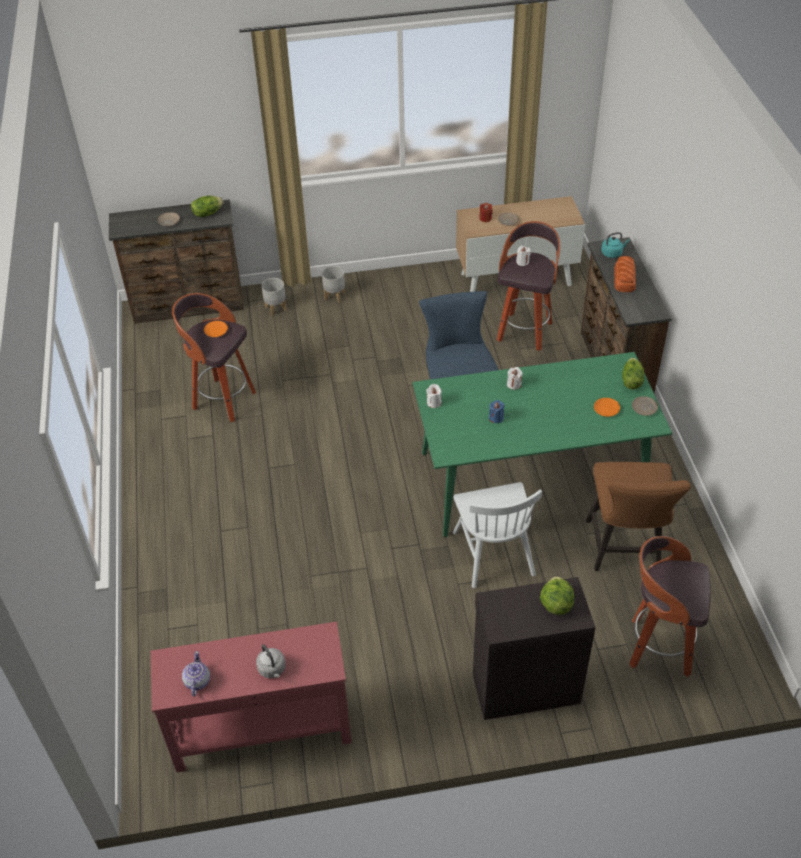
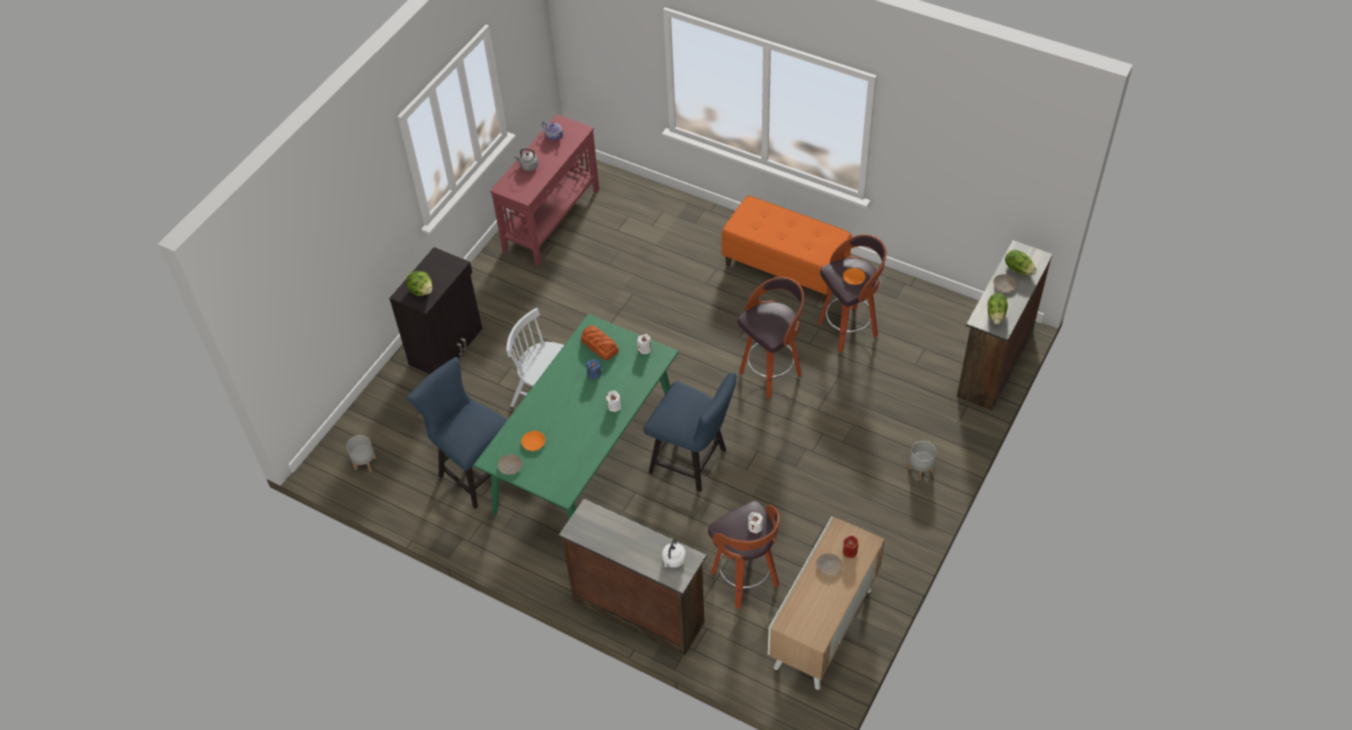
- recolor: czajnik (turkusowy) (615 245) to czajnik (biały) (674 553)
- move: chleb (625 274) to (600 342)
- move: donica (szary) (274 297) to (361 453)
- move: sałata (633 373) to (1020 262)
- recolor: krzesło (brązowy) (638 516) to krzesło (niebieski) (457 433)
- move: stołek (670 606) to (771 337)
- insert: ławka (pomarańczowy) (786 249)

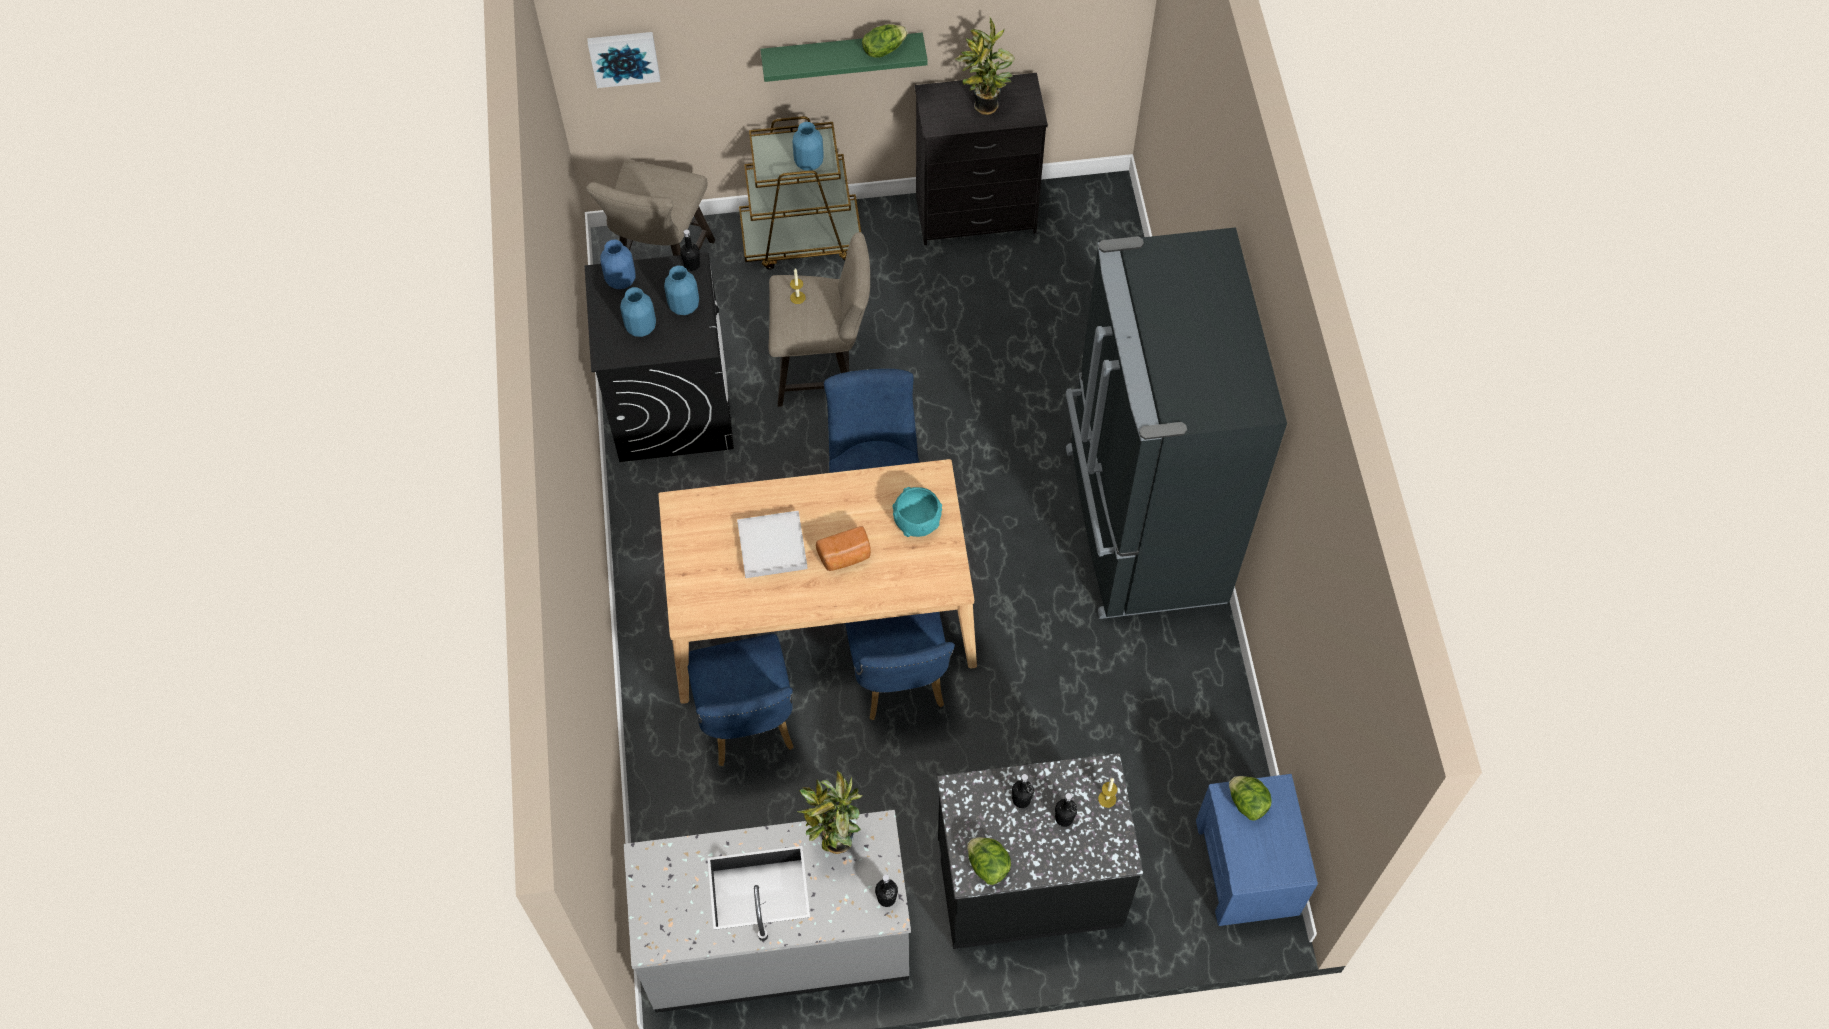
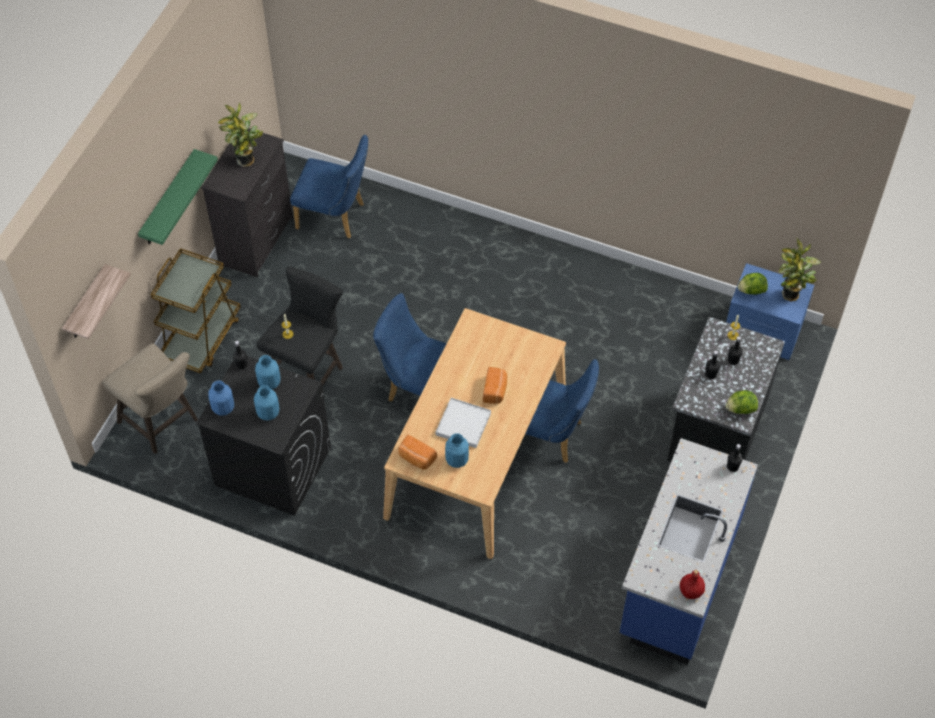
- delete: sałata (885 41)
- replace: obraz (623 60) to półka (96 301)
- move: wazon (niebieski) (808 146) to (457 450)
- delete: lodówka (czarny) (1176 423)
- recolor: stołek (beżowy) (819 319) to stołek (czarny) (300 326)
- delete: miska (turkusowy) (917 512)
- move: krzesło (niebieski) (740 700) to (329 186)
- move: roślina doniczkowa (830 812) to (799 270)
- recolor: zabudowa kuchenna (szary) (767 911) to zabudowa kuchenna (niebieski) (689 551)
- insert: chleb (418 452)
- insert: butelka (czerwony) (692 584)

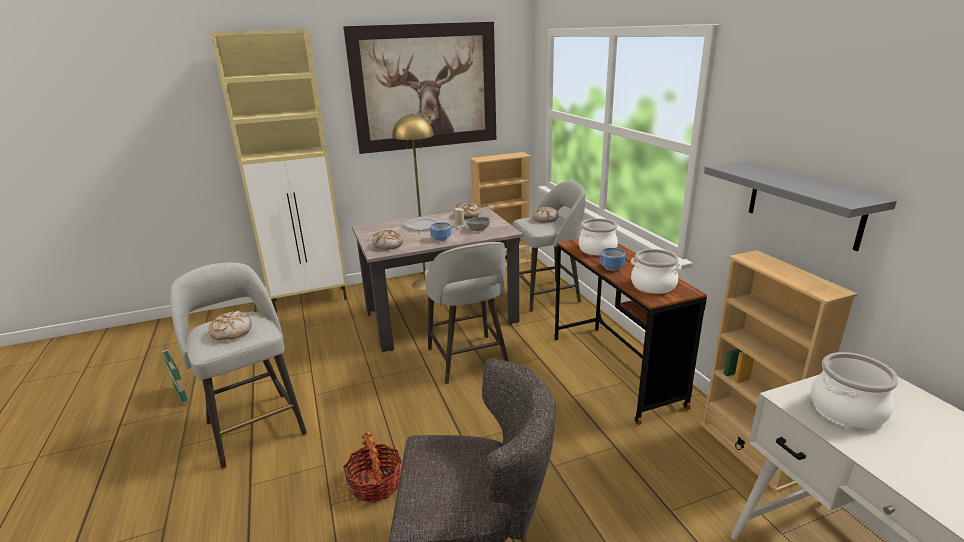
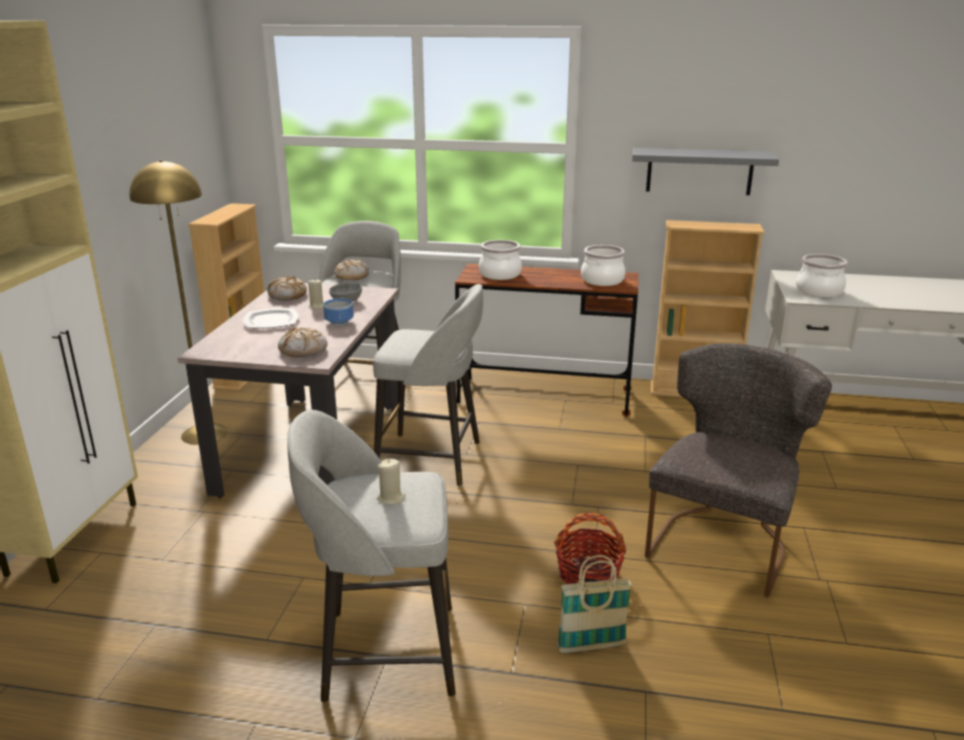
- delete: obraz (419 88)
- delete: miska (612 259)
- replace: chleb (230 325) to świeca (beżowy) (391 482)
- move: koszyk (174 372) to (594 604)

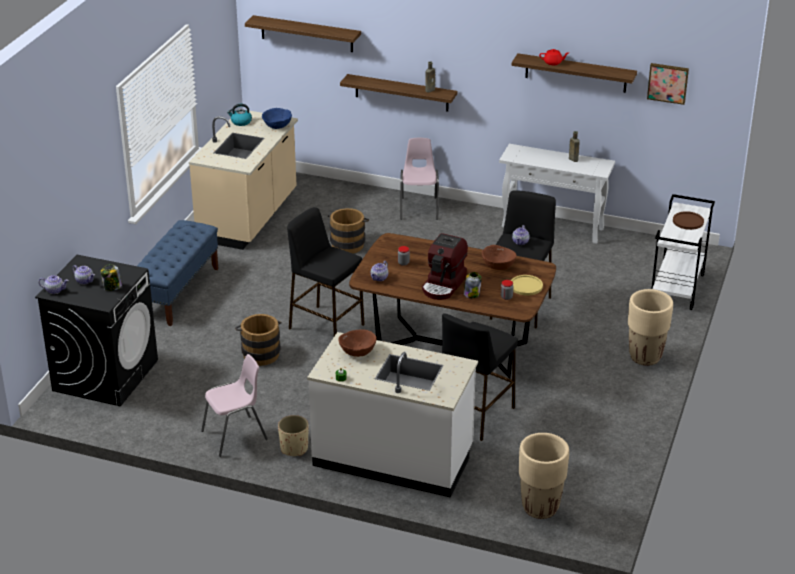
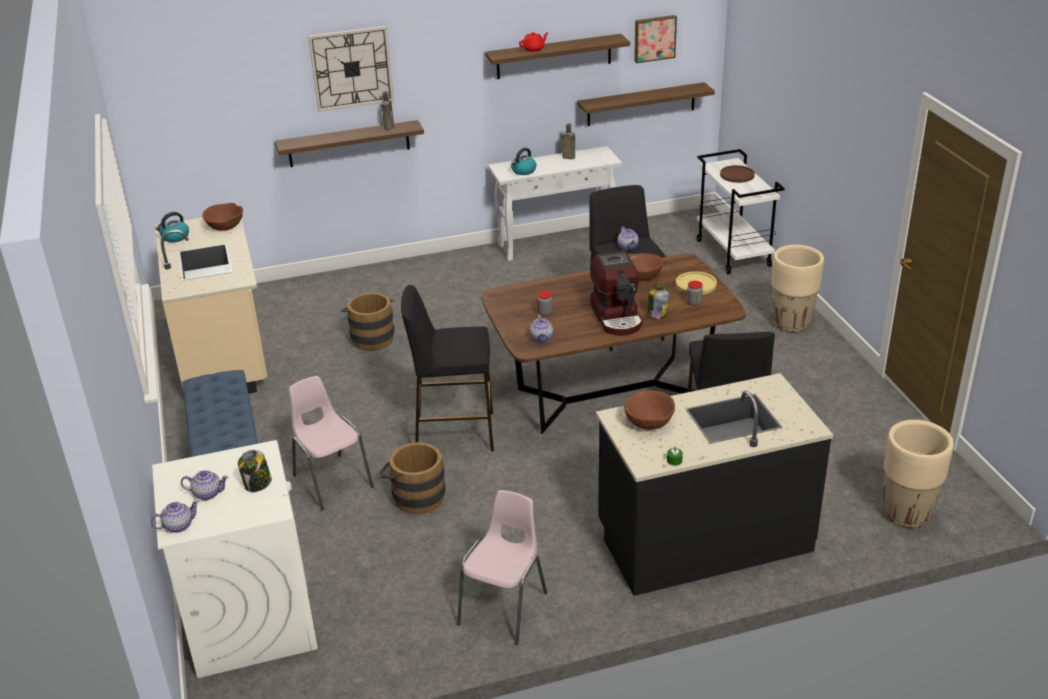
- move: półka (303 33) to (646 104)
- recolor: miska (niebieski) (277 118) to miska (brązowy) (222 217)
- move: krzesło (różowy) (419 179) to (331 443)
- recolor: pralka (czarny) (96 330) to pralka (biały) (234 559)
- recolor: zabudowa kuchenna (biały) (392 415) to zabudowa kuchenna (czarny) (714 484)
- delete: donica (beżowy) (293 435)
- insert: zegar ścienny (351 69)
- insert: czajnik (523 161)

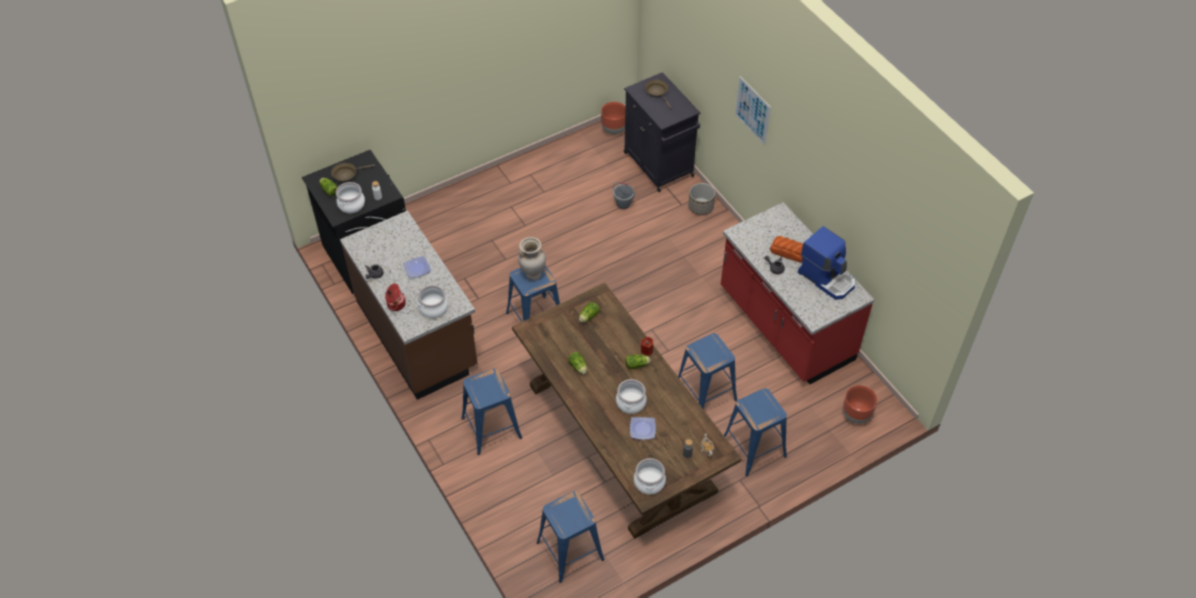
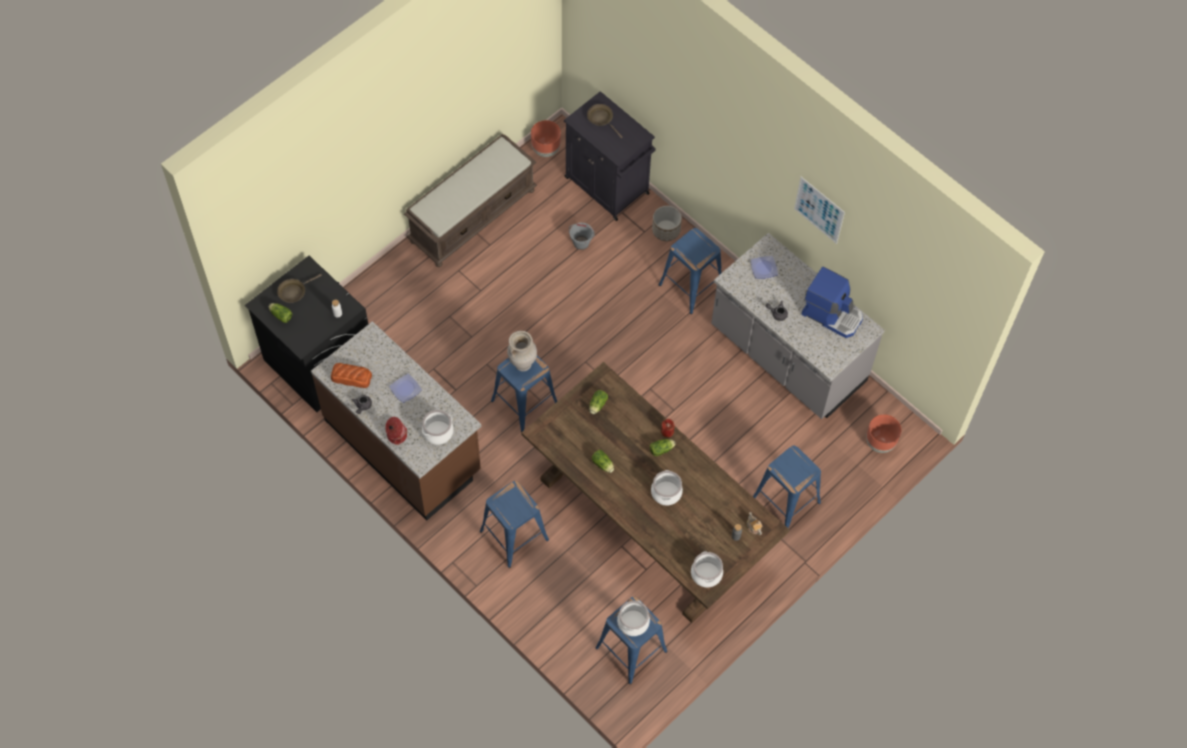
- move: obraz (753 110) to (819 210)
- move: garnek (350 197) to (633 618)
- recolor: zabudowa kuchenna (czerwony) (797 293) to zabudowa kuchenna (szary) (798 326)
- move: chleb (786 249) to (351 375)
- move: stołek (niebieski) (707 371) to (690 271)
- move: talerz (643 428) to (764 267)
- insert: ławka (brązowy) (470 200)

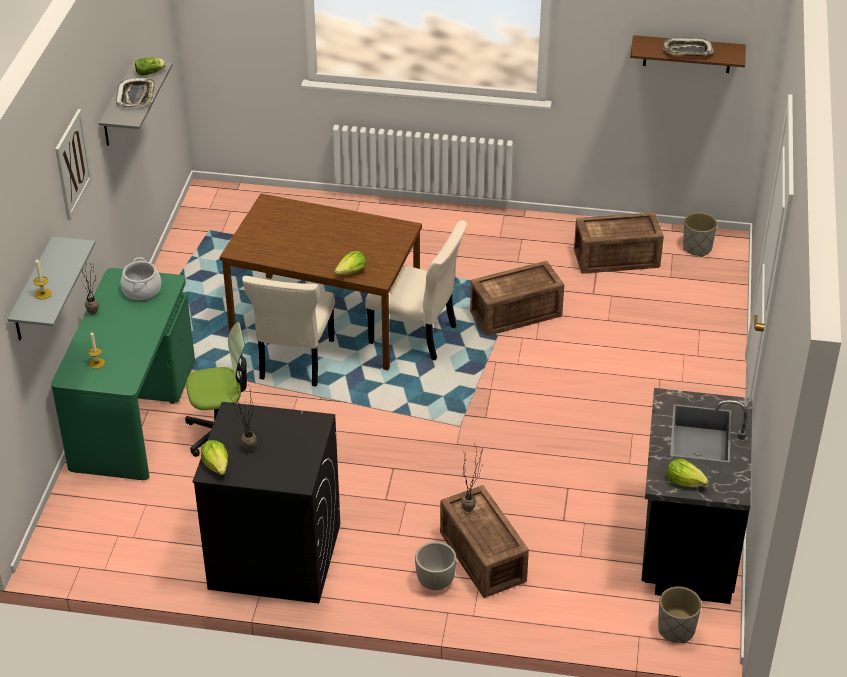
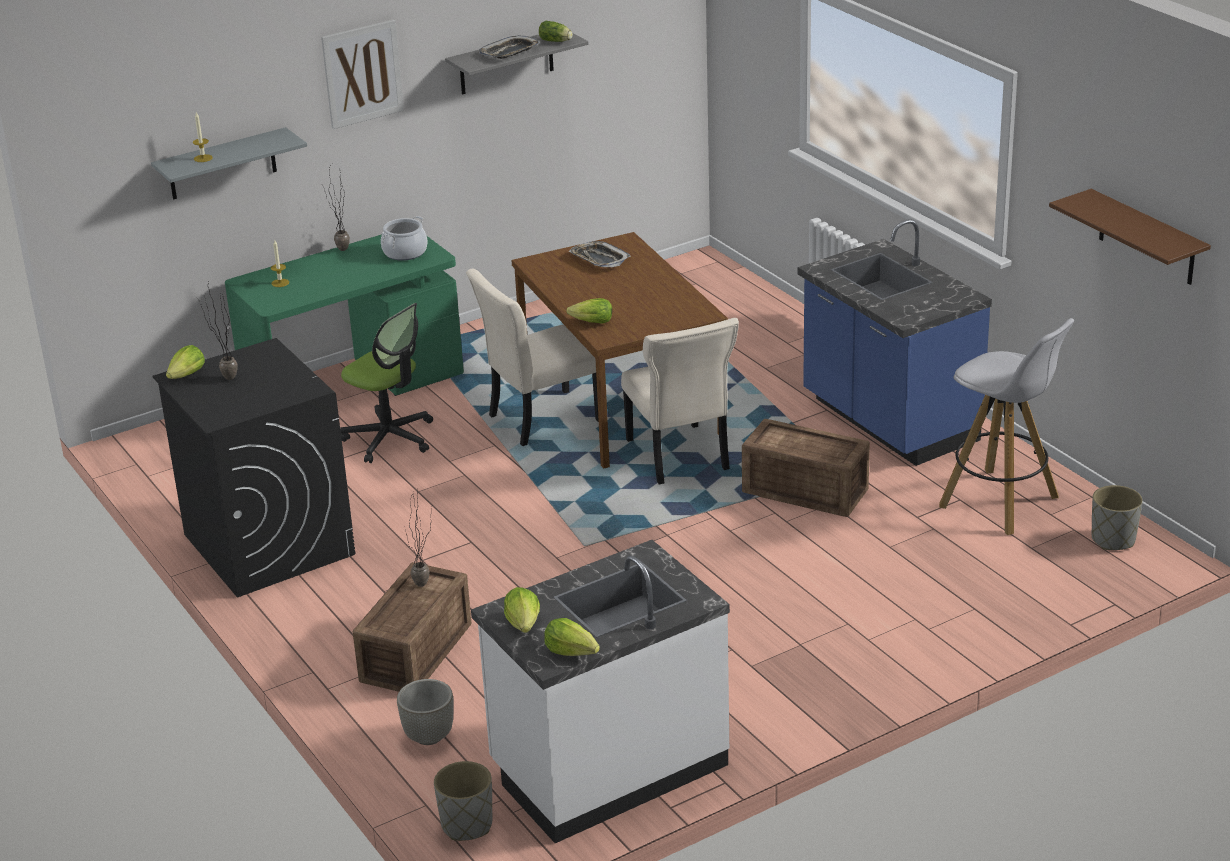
- move: taca (688 47) to (600 254)
- replace: skrzynka (619 243) to stołek (biały) (1006 426)
- recolor: zabudowa kuchenna (czarny) (696 496) to zabudowa kuchenna (biały) (600 691)
- move: donica (szary) (436 566) to (425 712)
- insert: zabudowa kuchenna (niebieski) (895 342)
- insert: sałata (572 637)

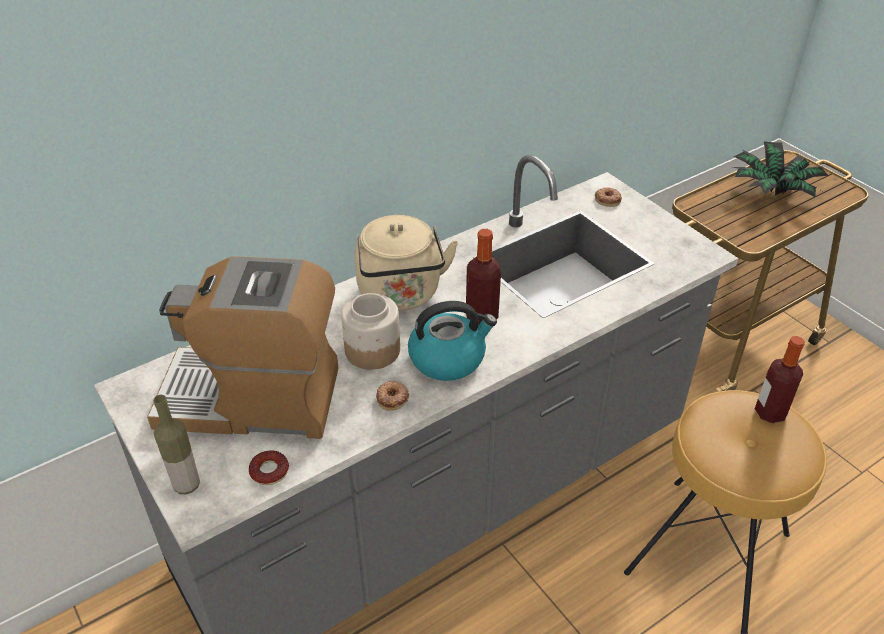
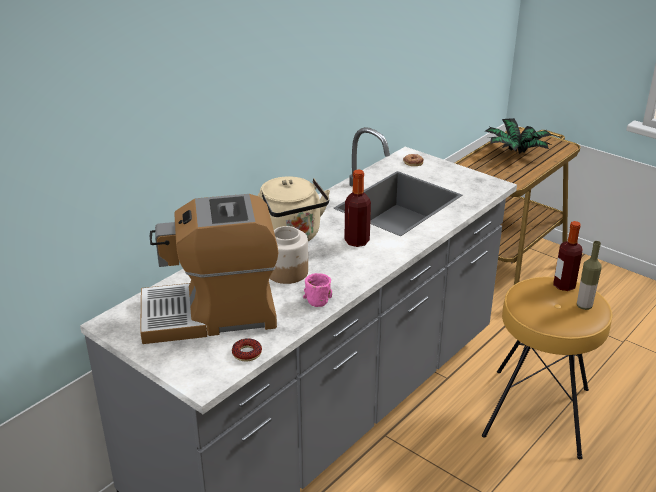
- delete: czajnik (452 341)
- replace: donut (392 396) to kubek (różowy) (317 290)
- move: butelka (176 444) to (589 275)

